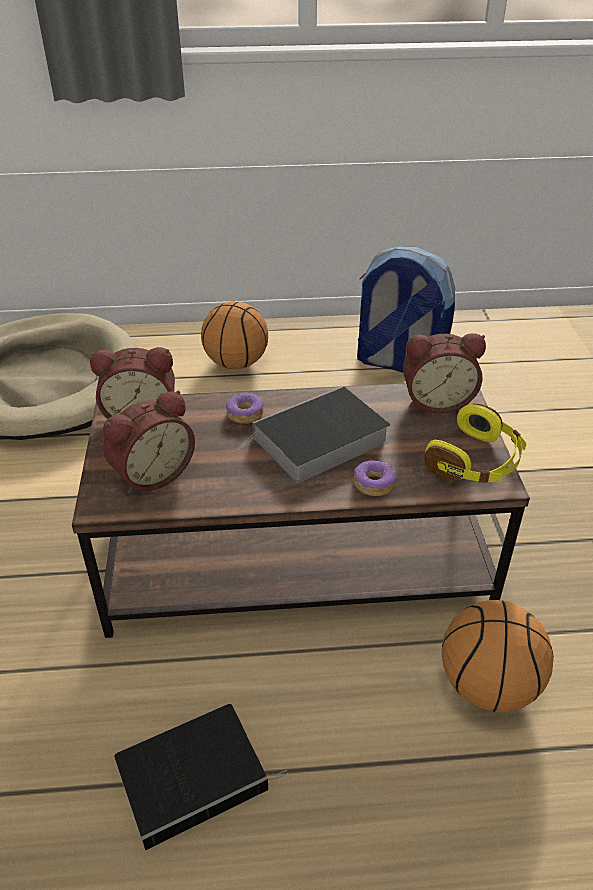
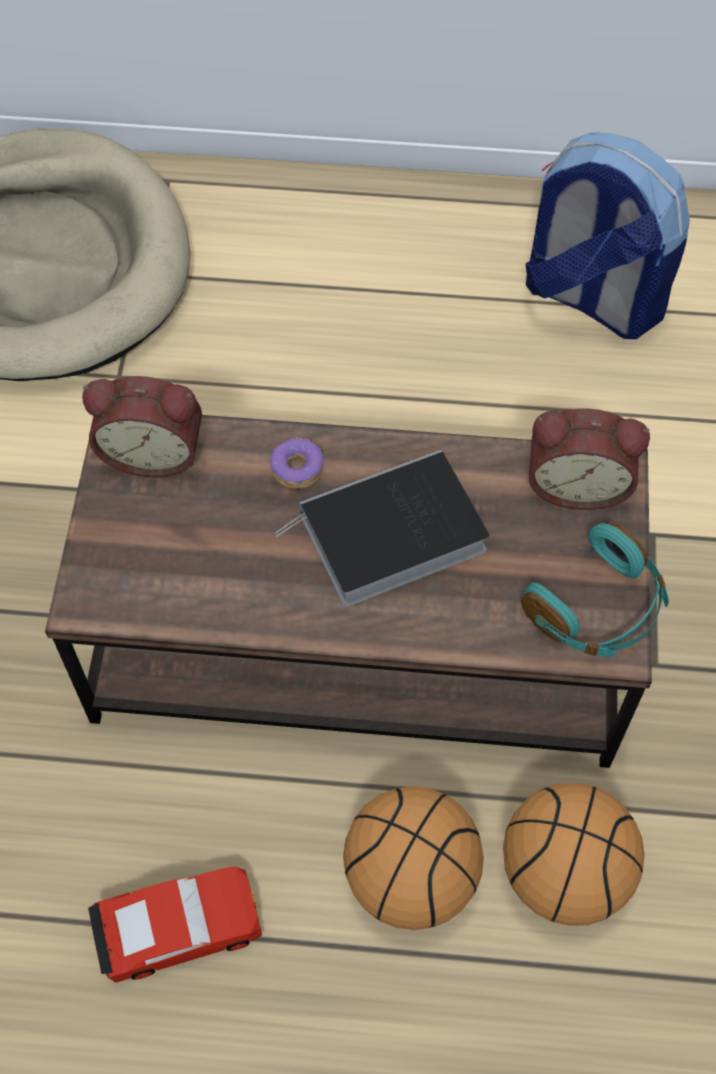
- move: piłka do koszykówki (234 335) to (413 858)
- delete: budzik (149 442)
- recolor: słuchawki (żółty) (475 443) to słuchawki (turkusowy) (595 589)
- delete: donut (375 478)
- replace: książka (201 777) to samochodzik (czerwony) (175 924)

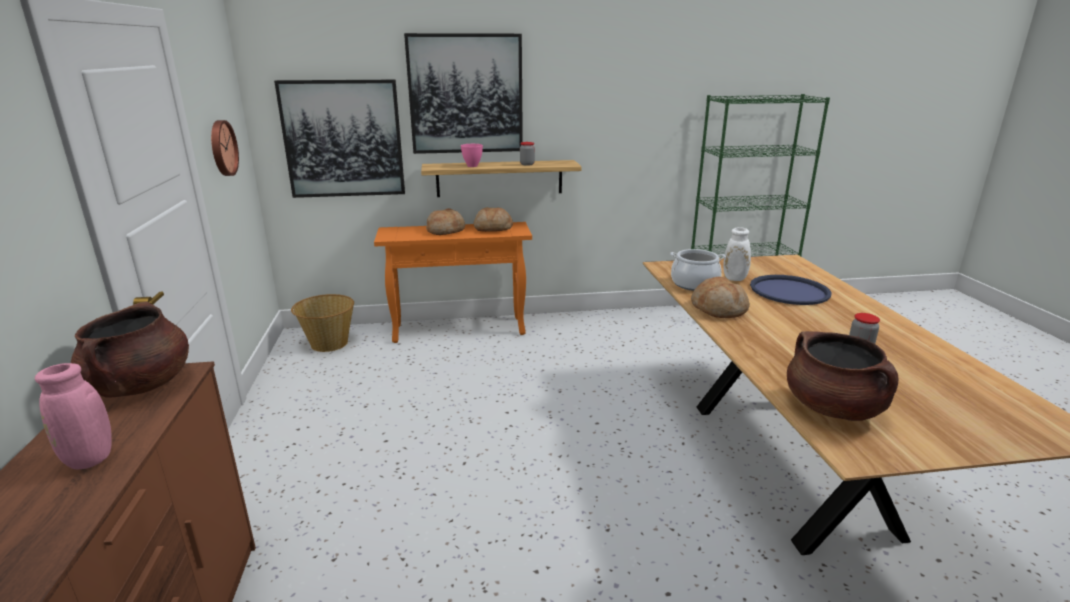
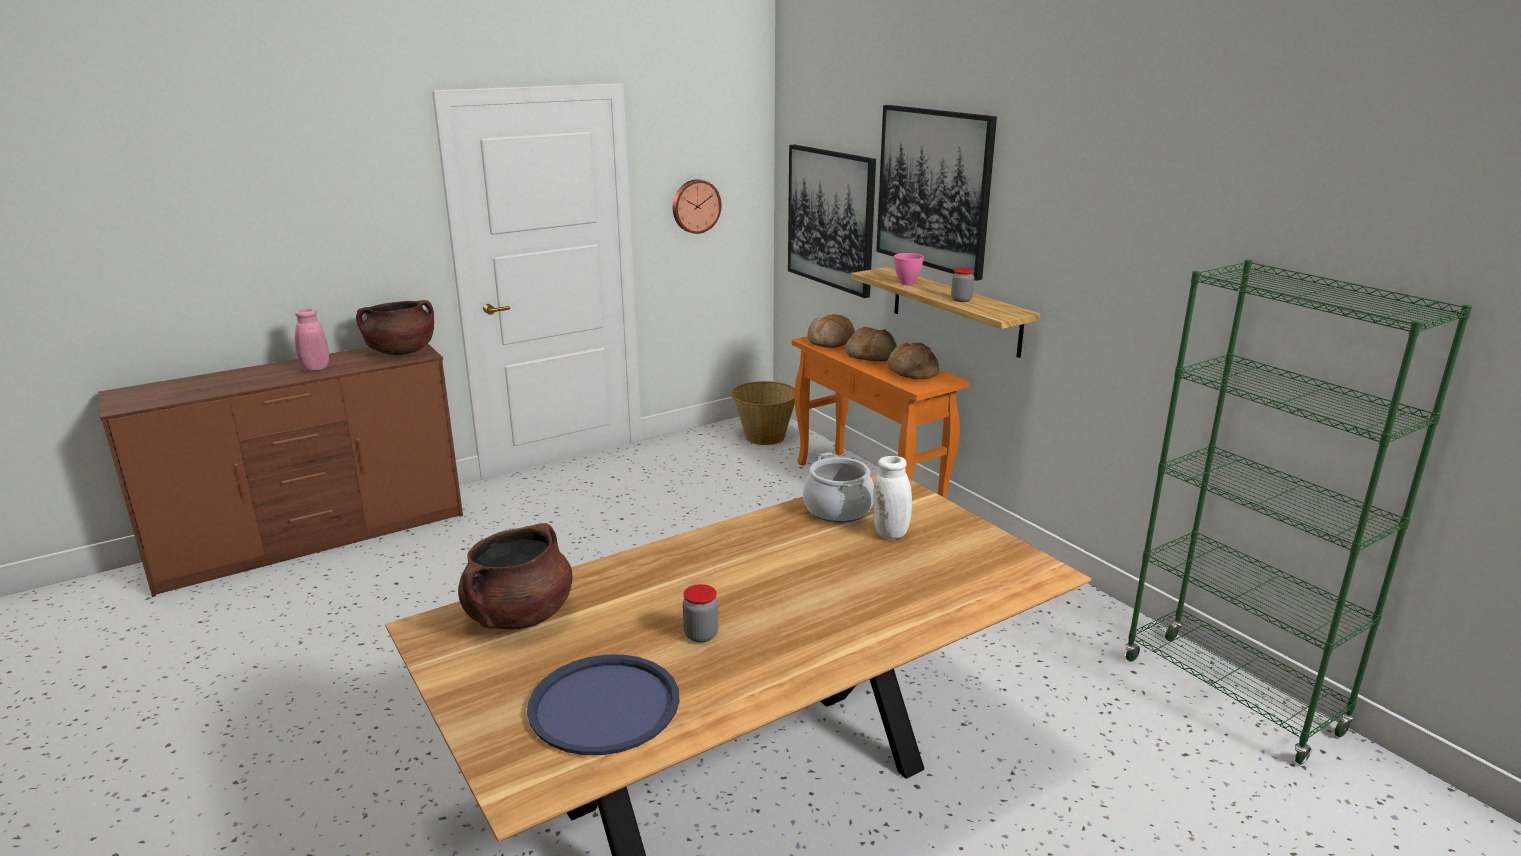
- move: taca (niebieski) (790 290) to (603 705)
- move: chleb (720 297) to (831 331)

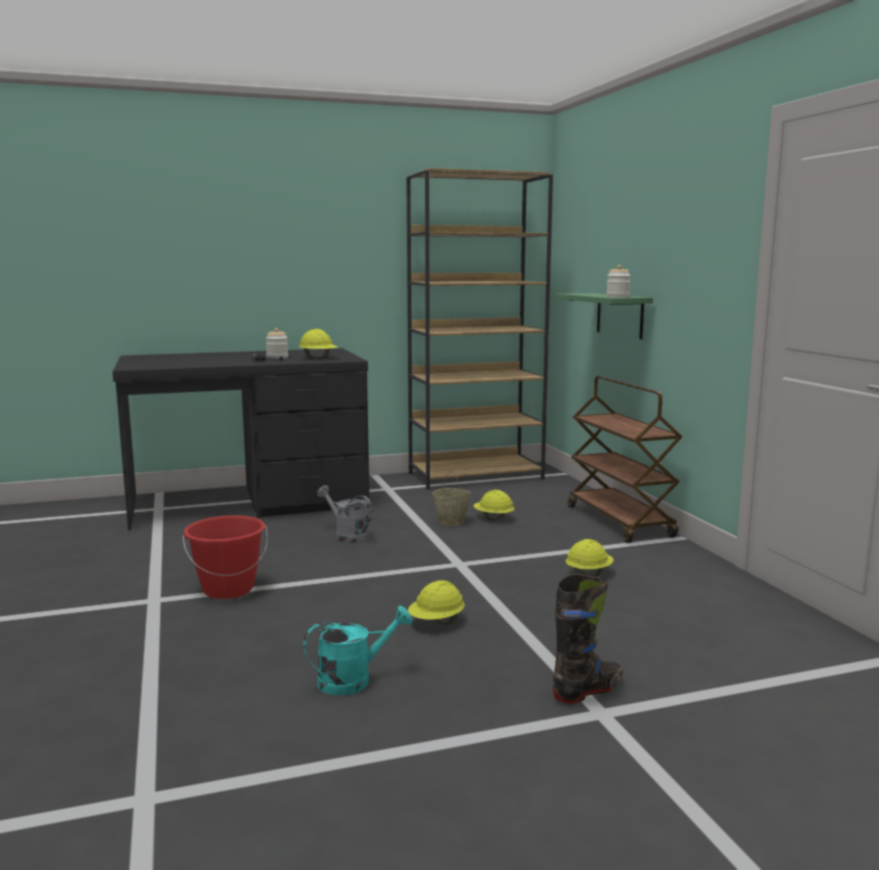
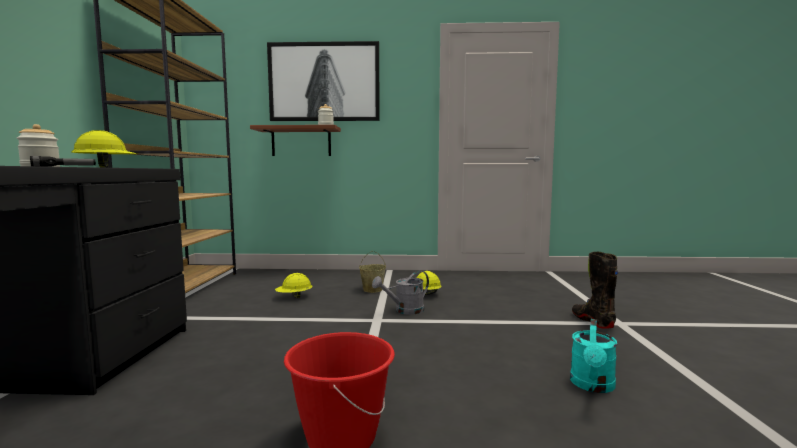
- recolor: półka (zielony) (604 316) to półka (brązowy) (295 140)
- delete: wózek (brązowy) (625 459)
- move: wiadro (beżowy) (451 498) to (372 272)
- move: konewka (szary) (344 514) to (400 293)
- delete: kask (żółty) (436 602)
- rotate: konewka (turkusowy) (358 650) = (593 356) 150 degrees counterclockwise
- insert: obraz (323 81)

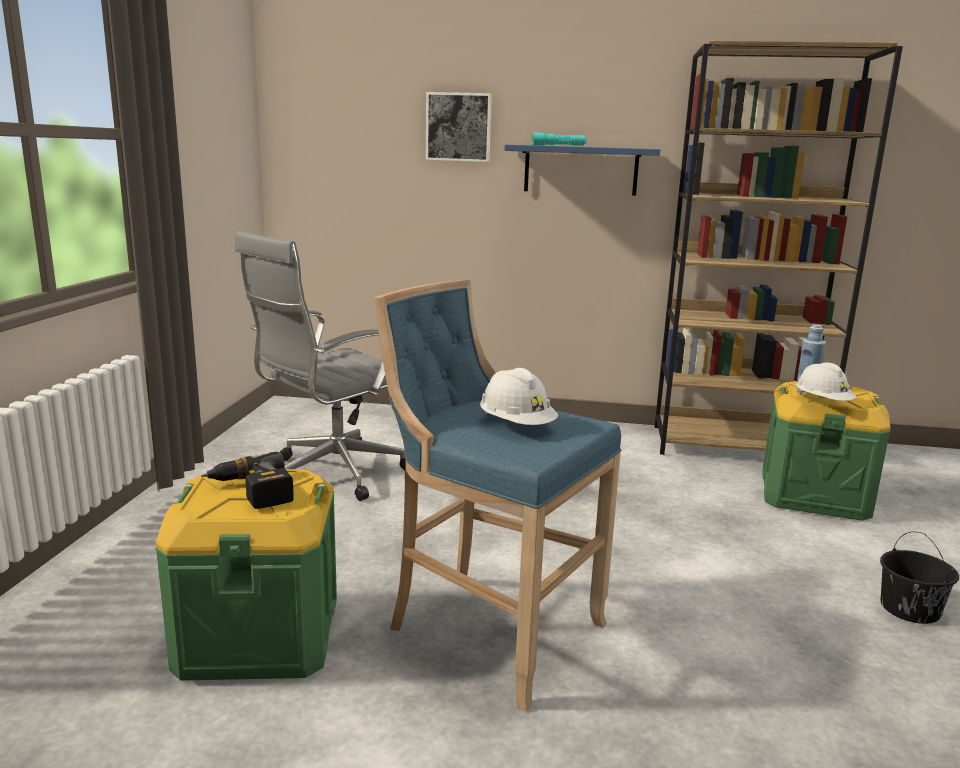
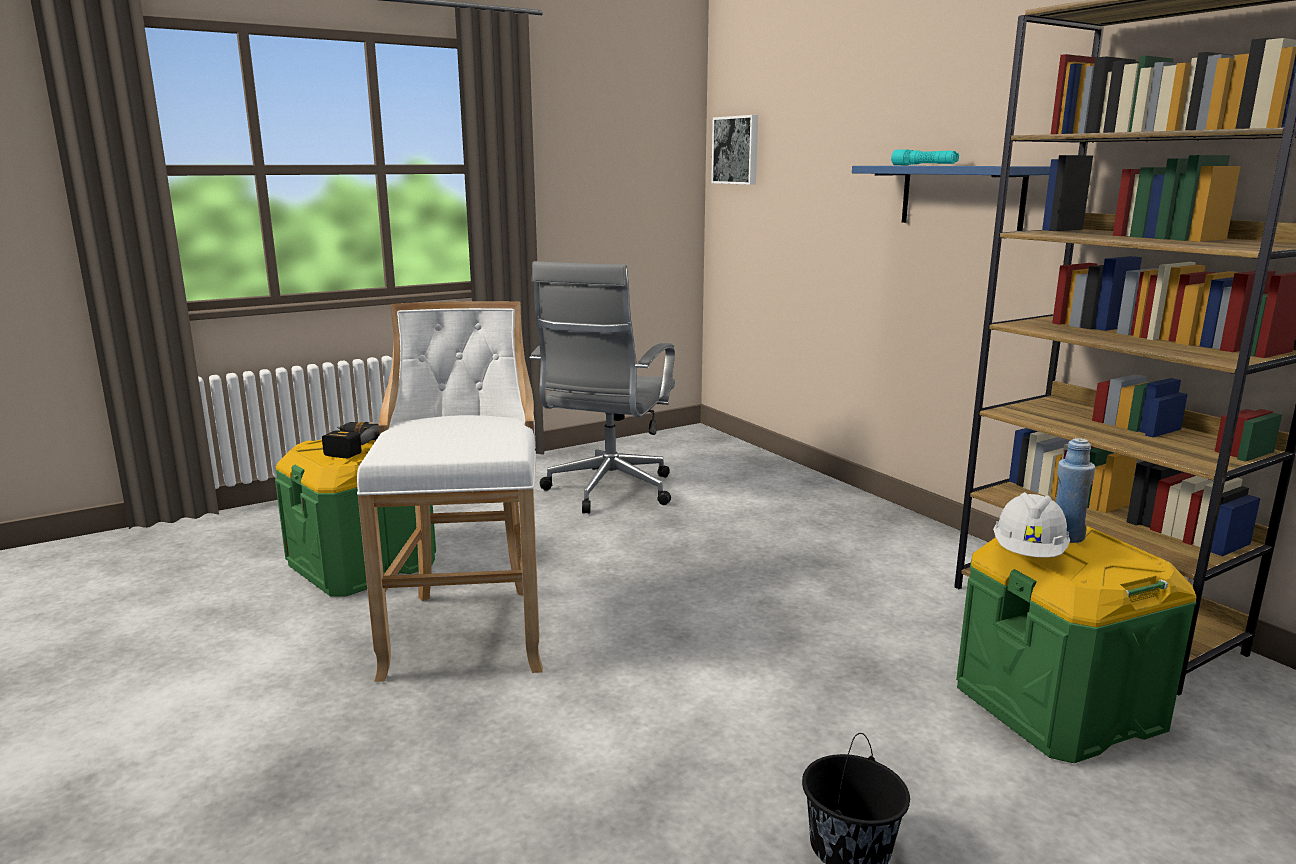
- move: obraz (459 127) to (734 150)
- rotate: krzesło biurowe (szary) (320 366) = (602 387) 75 degrees counterclockwise
- recolor: stołek (niebieski) (497 496) to stołek (biały) (450 491)
- delete: kask (biały) (519 396)

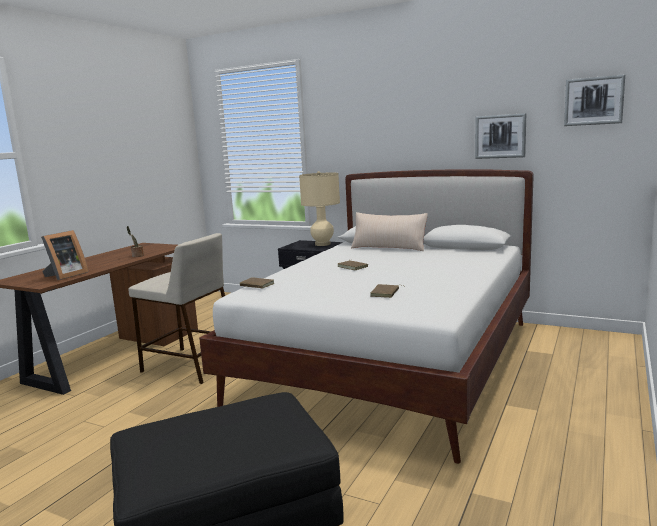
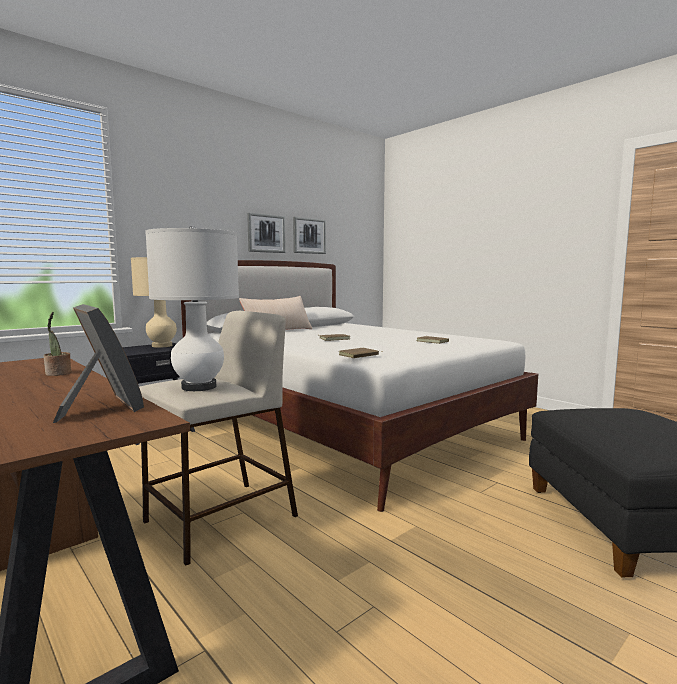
- move: obraz (594 100) to (266 233)
- insert: lampa stołowa (biały) (192 308)

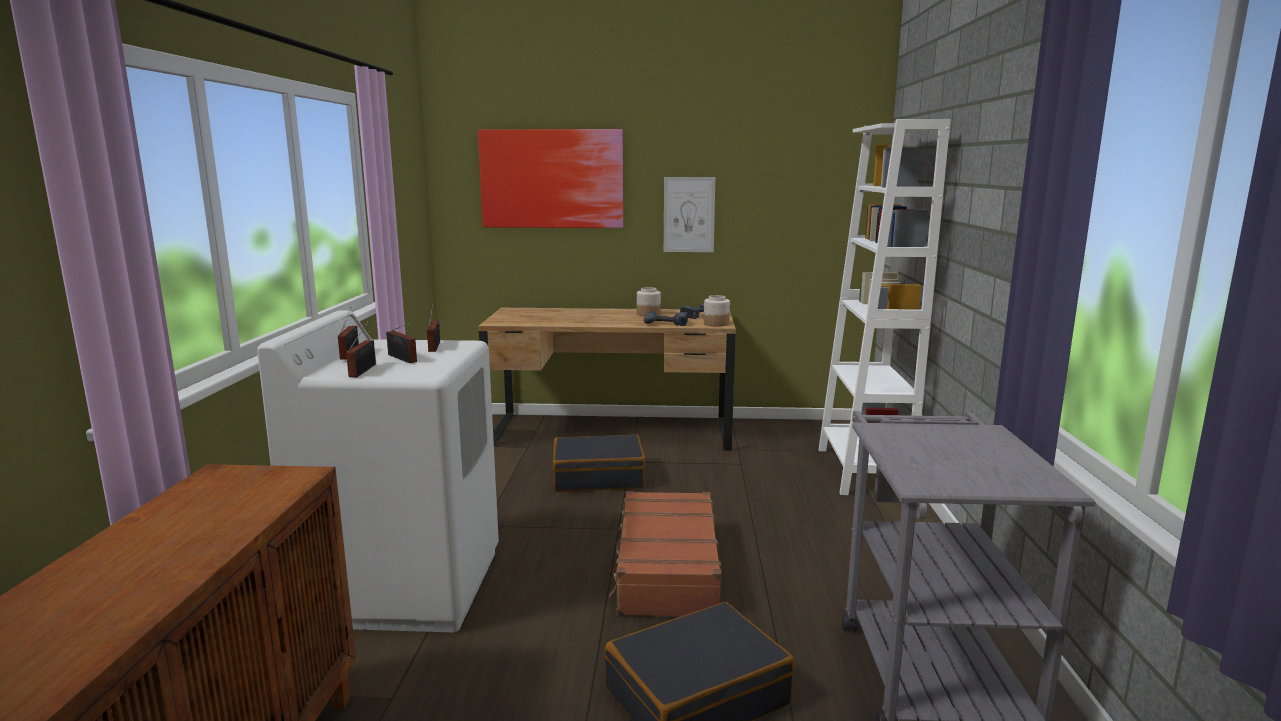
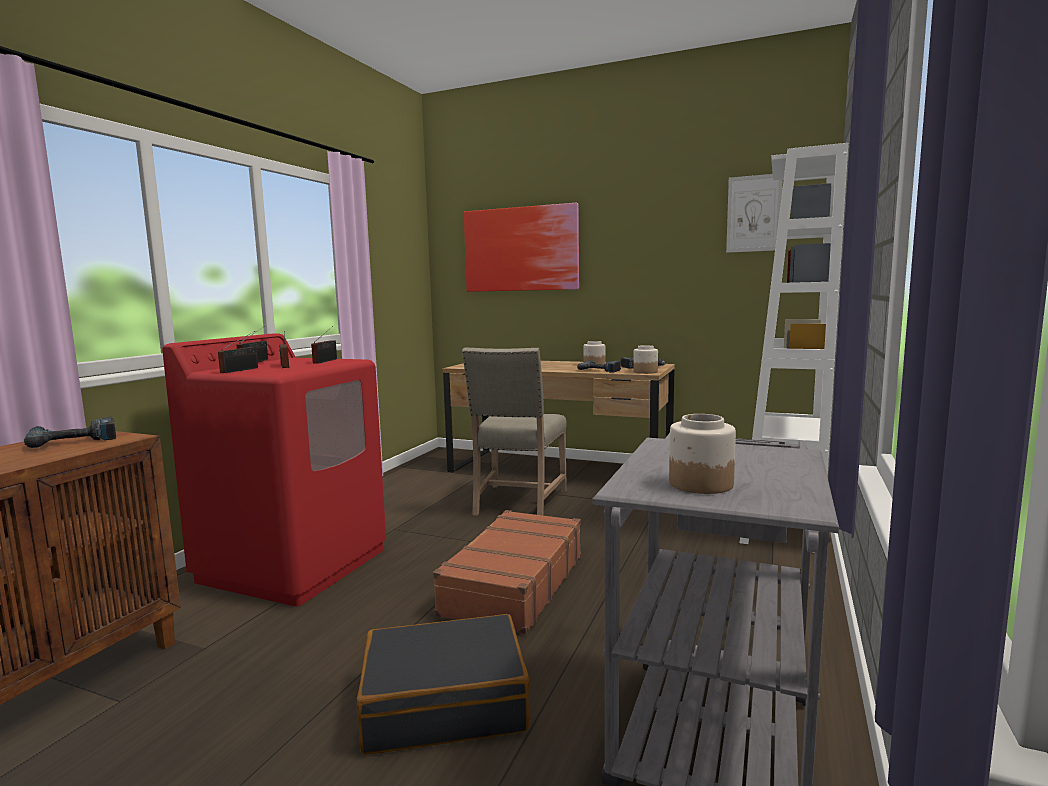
- move: obraz (689 214) to (754 213)
- recolor: pralka (biały) (378 471) to pralka (czerwony) (274 469)
- replace: walizka (czarny) (598 463) to krzesło (beżowy) (514 432)
- insert: słoik (702 454)
- insert: wiertarka (70 432)

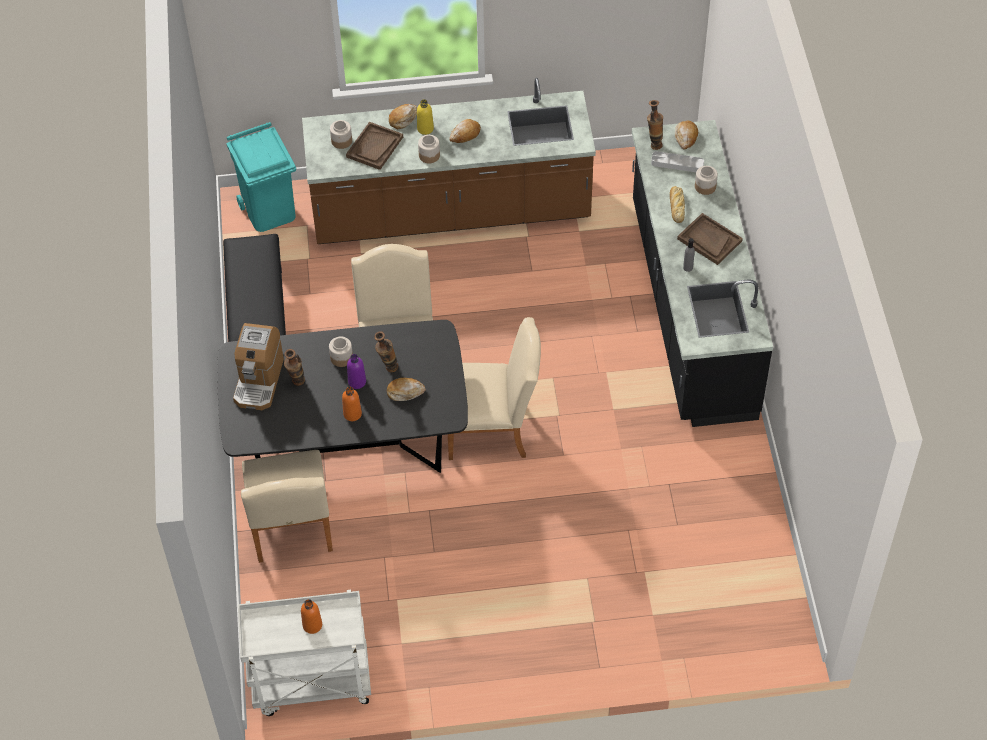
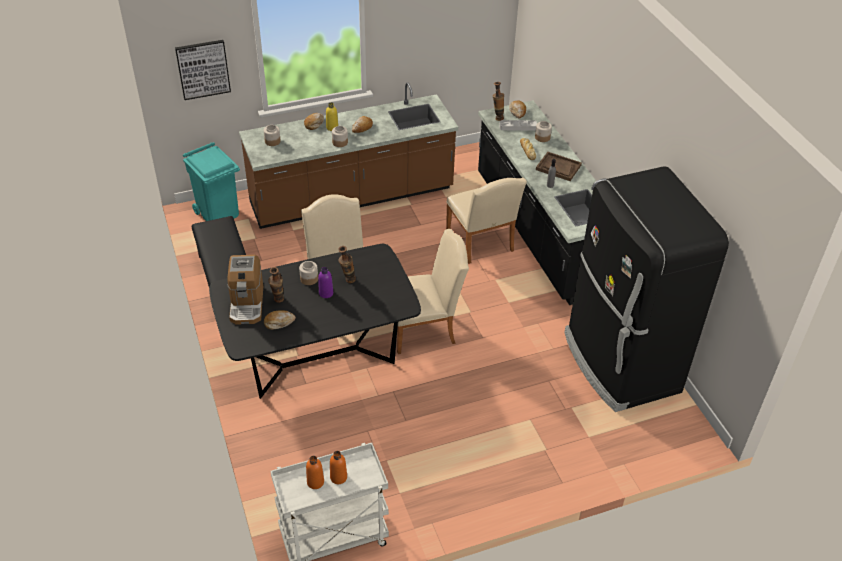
- delete: taca (brązowy) (374 146)
- move: chleb (406 389) to (280 320)
- move: butelka (pomarańczowy) (352 403) to (315 472)
- move: krzesło (beżowy) (287 506) to (486 221)
- insert: obraz (203 70)
- insert: lodówka (czarny) (647 289)

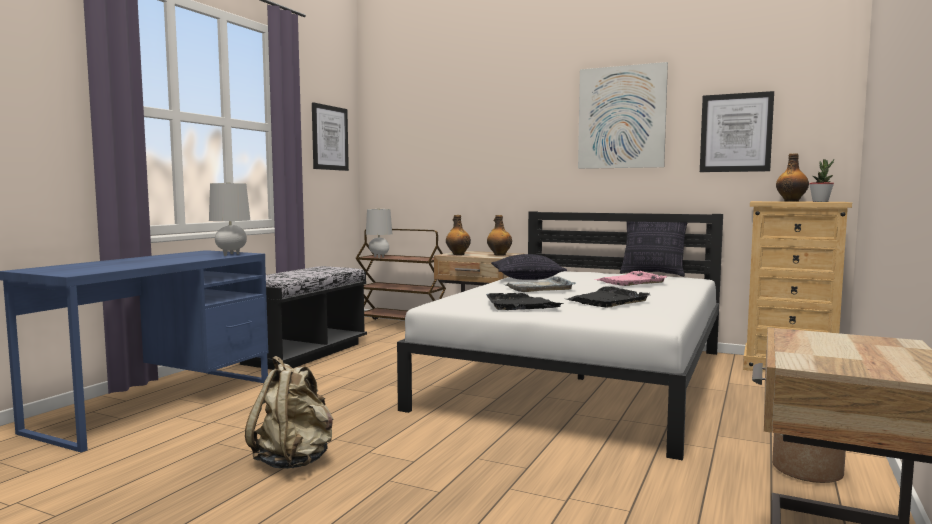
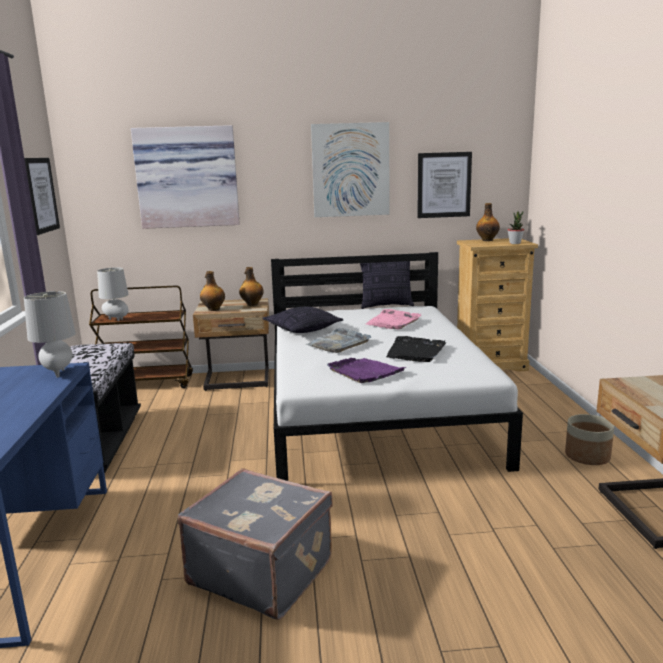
- recolor: taca (czarny) (525 301) to taca (fioletowy) (366 370)
- replace: plecak (beżowy) (289 412) to walizka (szary) (255 544)
- insert: obraz (185 177)

